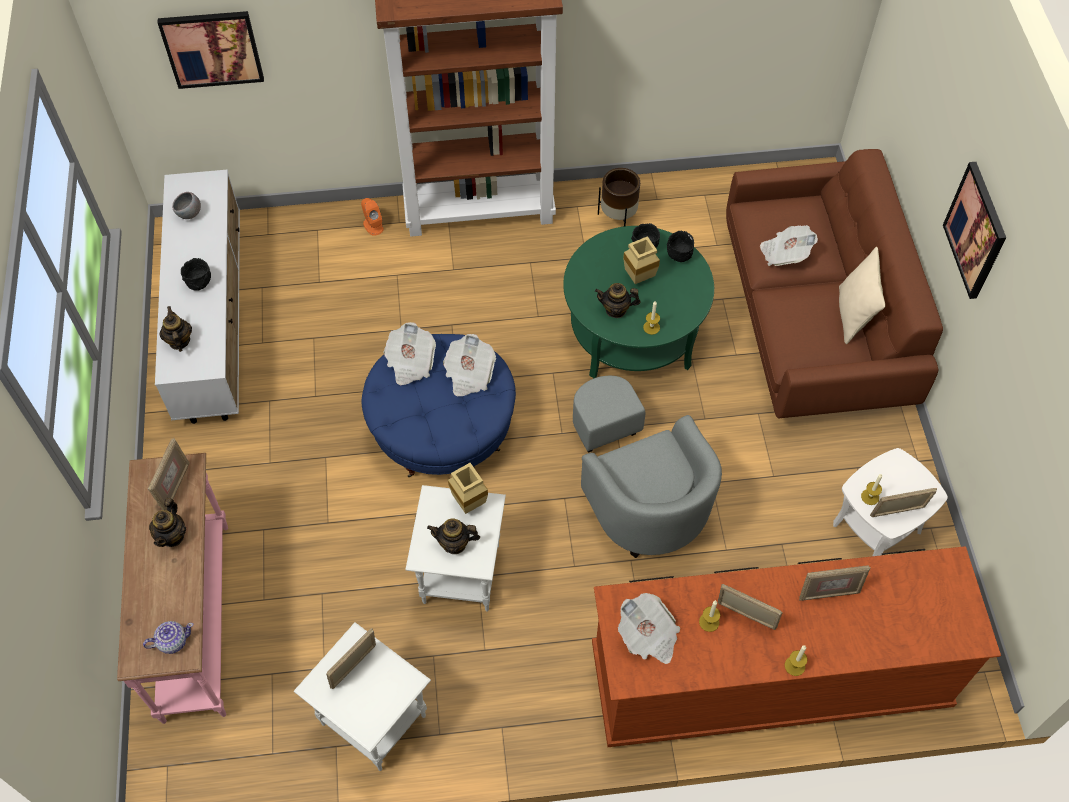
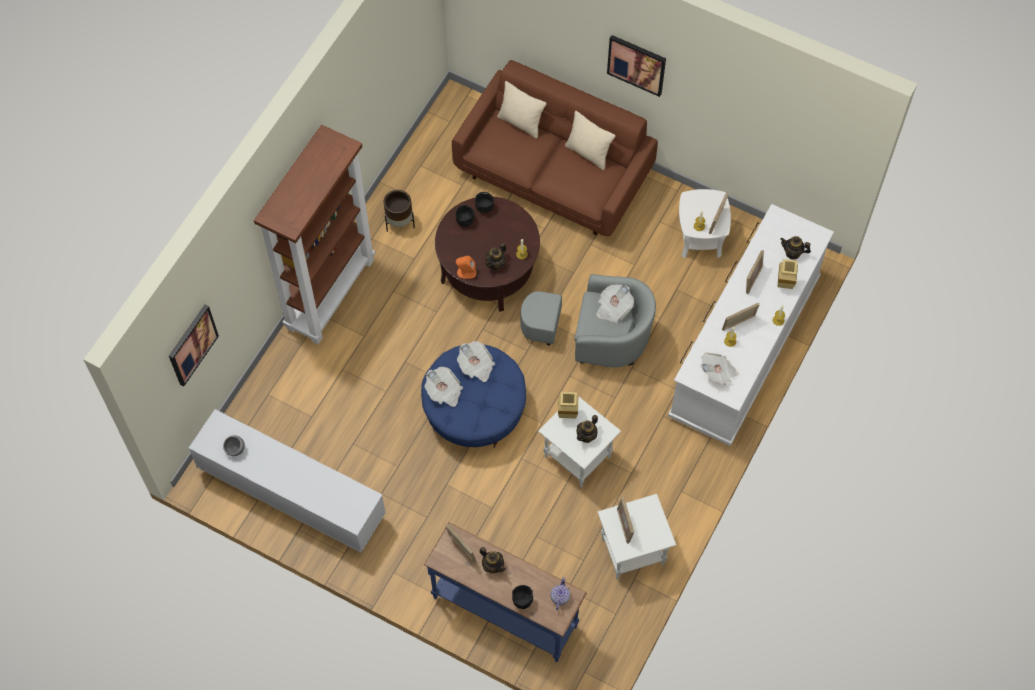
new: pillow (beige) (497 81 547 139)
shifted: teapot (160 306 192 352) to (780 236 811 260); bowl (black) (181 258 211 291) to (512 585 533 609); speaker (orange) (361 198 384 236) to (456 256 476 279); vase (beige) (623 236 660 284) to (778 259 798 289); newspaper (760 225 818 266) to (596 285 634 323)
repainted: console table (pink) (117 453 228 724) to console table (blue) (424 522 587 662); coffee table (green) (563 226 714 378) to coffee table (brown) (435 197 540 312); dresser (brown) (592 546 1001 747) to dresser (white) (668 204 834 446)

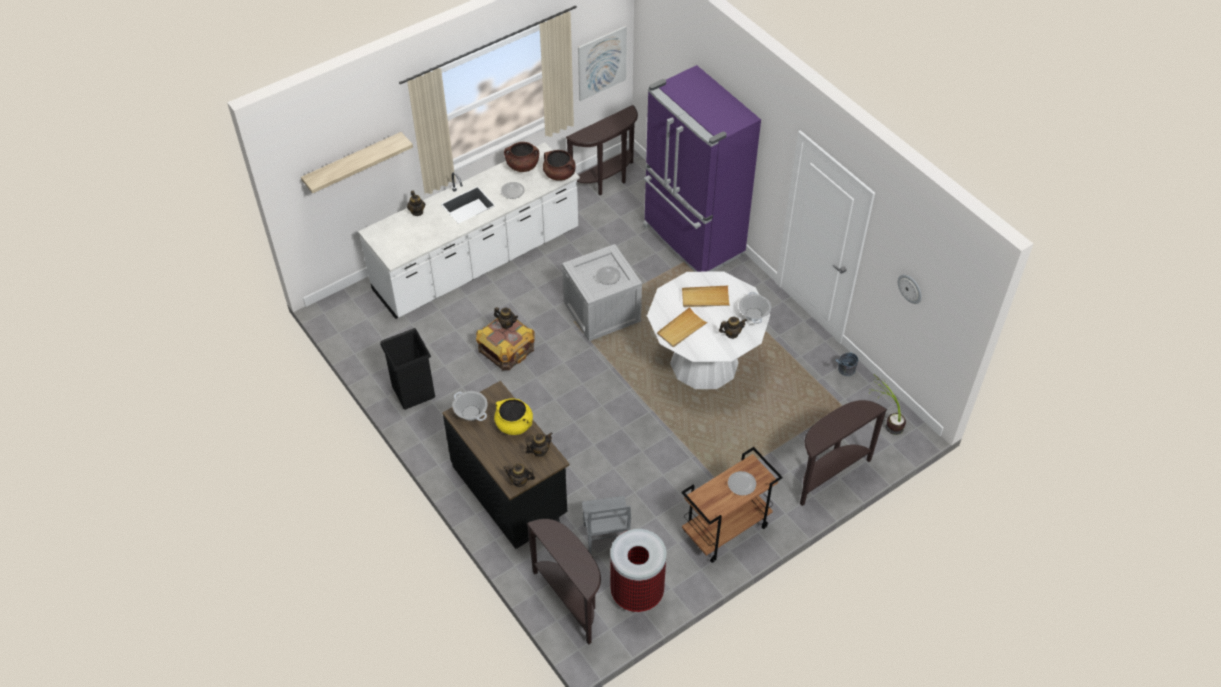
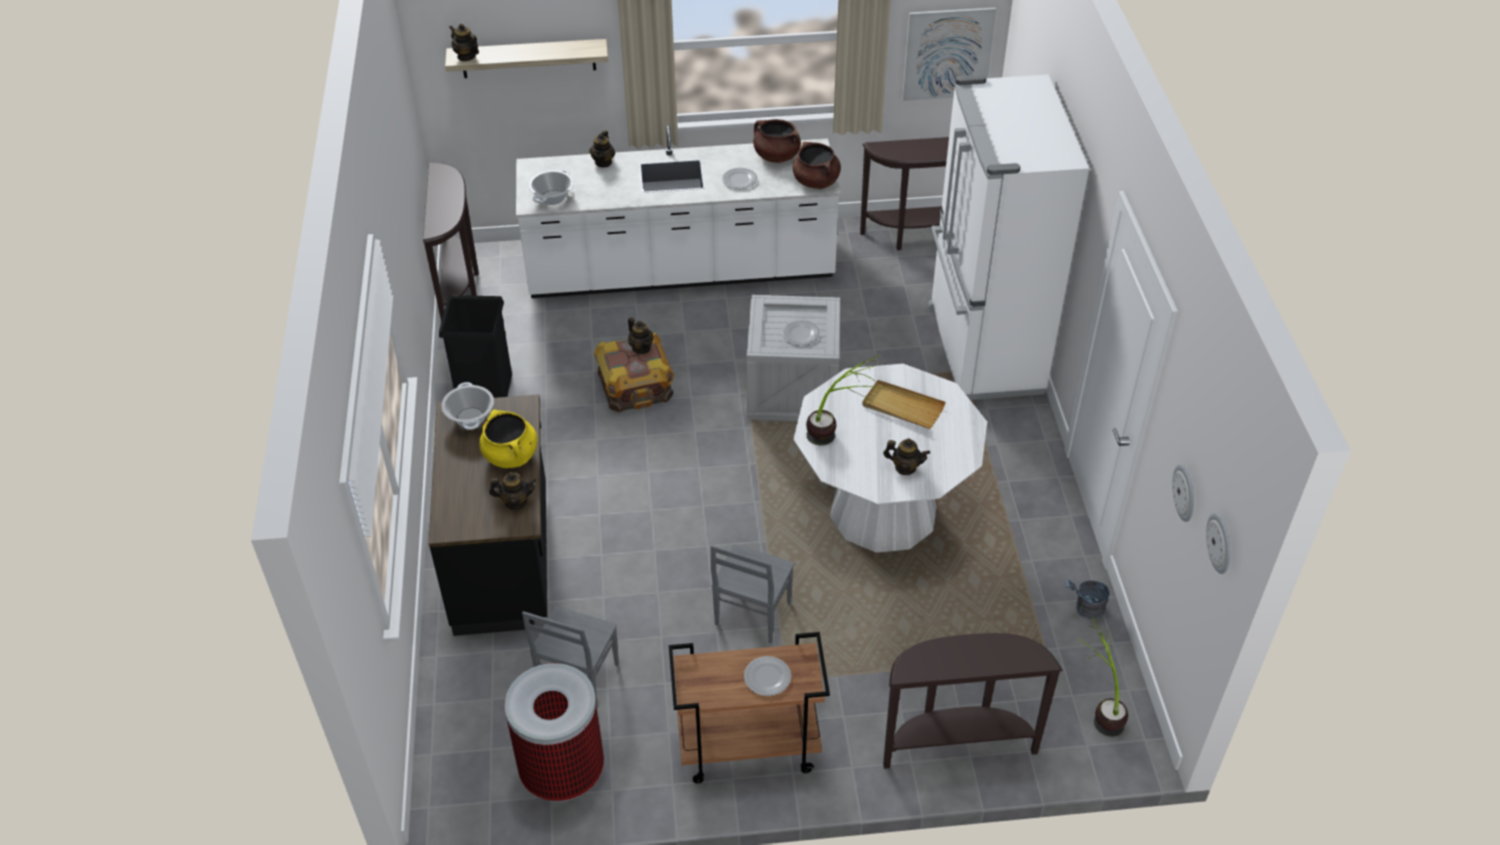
new: chair (grey) (710 544 794 643); wall clock (1206 513 1231 574)
shifted: teapot (503 464 535 487) to (449 24 479 61); console table (brown) (526 519 601 645) to (423 162 479 322); cooking pot (739 292 771 324) to (529 169 574 205)
swapped: tray (beige) (657 307 708 347) to potted plant (806 354 884 445)
repainted: fridge (purple) (643 65 761 272) to fridge (white) (928 74 1089 400)

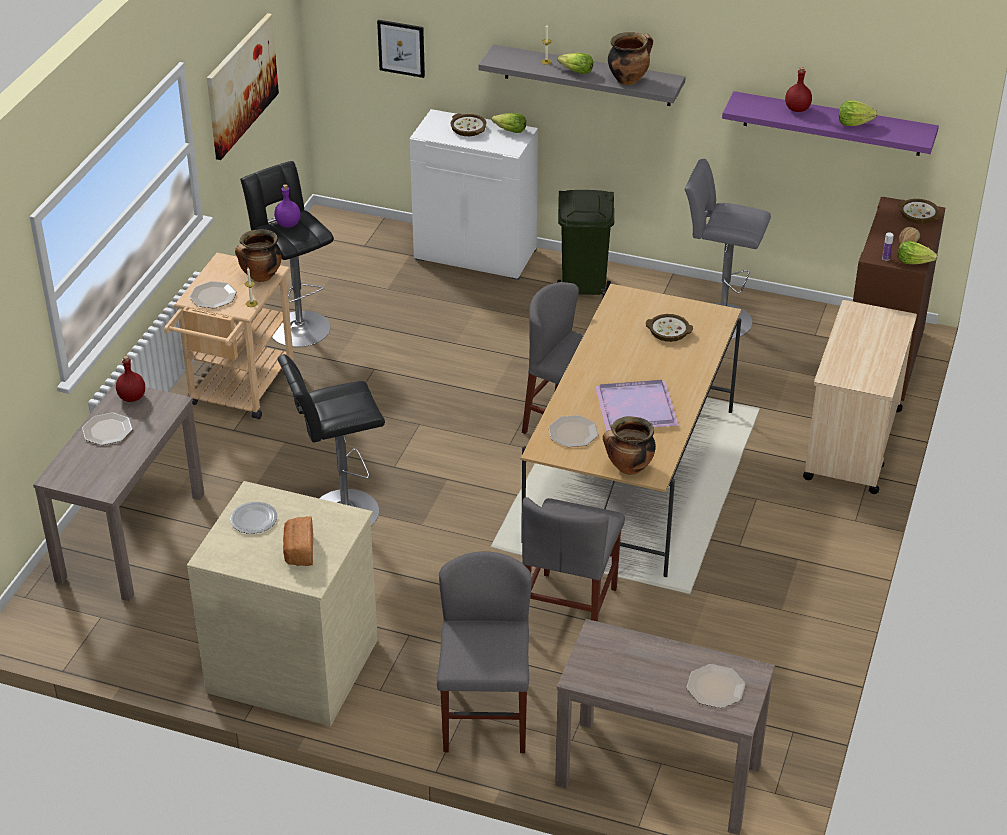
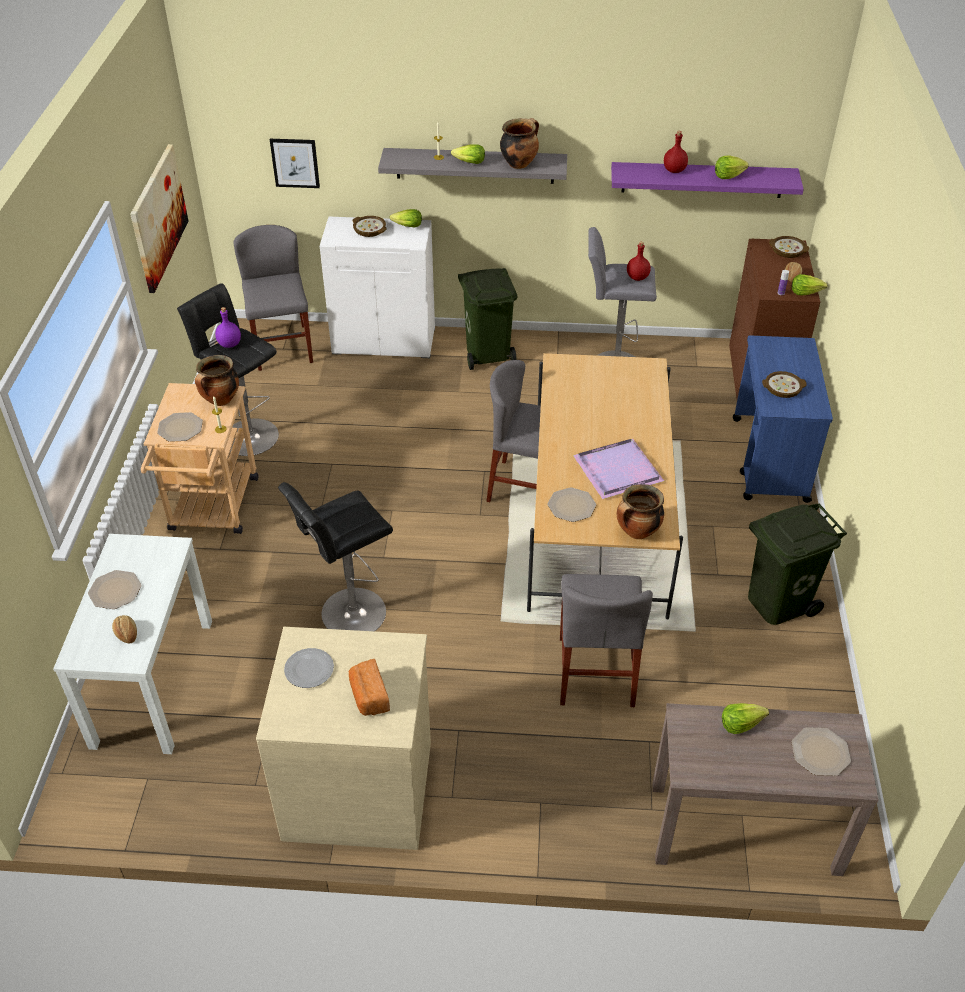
new: bread (112 615 137 643); lettuce (722 703 769 734); trash can (green) (748 504 847 625)
shifted: bottle (red) (116 356 145 402) to (627 242 651 281); chair (grey) (437 552 532 753) to (233 225 313 371); bowl (646 314 693 342) to (762 371 806 398)
repainted: console table (brown) (33 383 204 602) to console table (white) (53 534 212 754); cart (beige) (803 300 917 494) to cart (blue) (733 335 833 503)

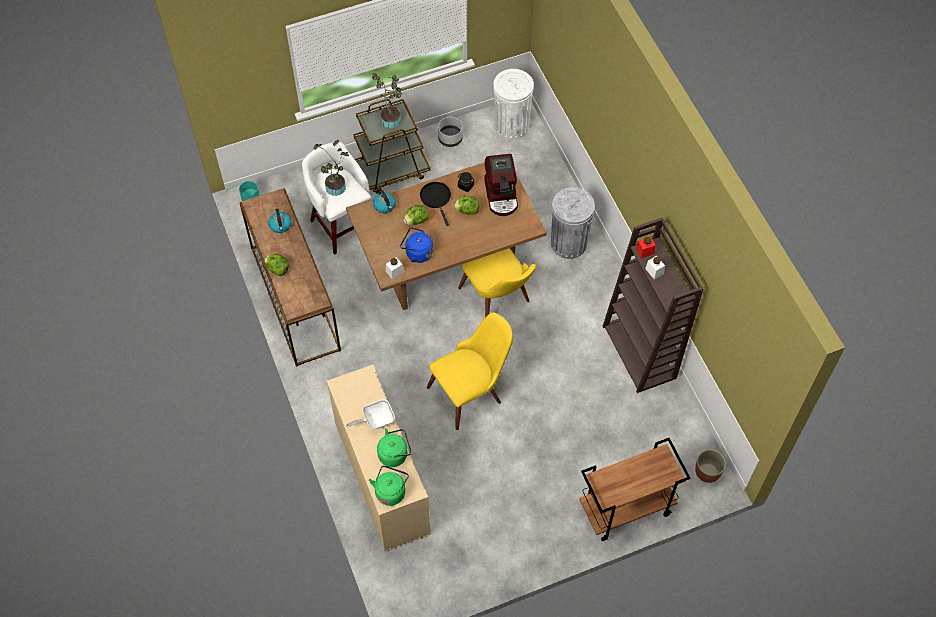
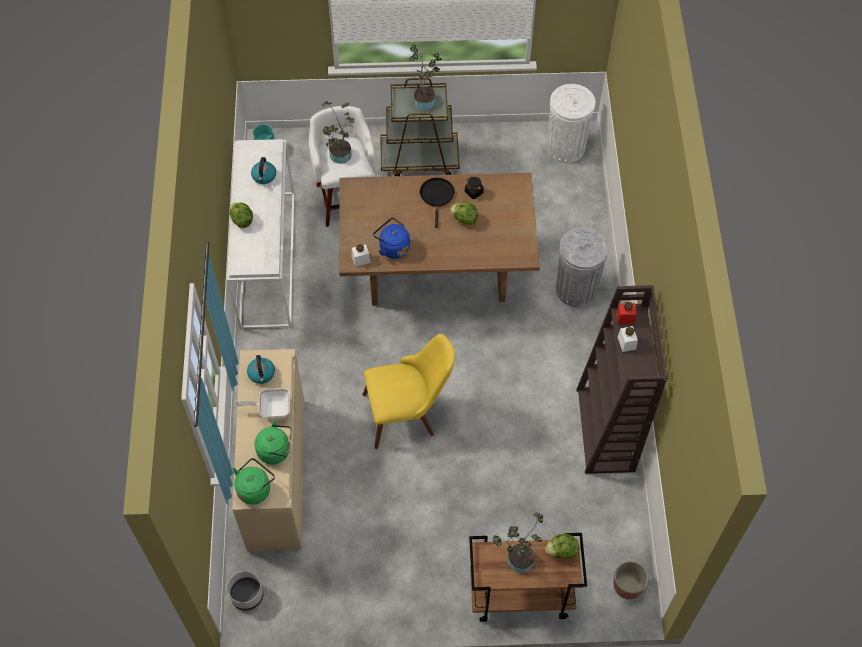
gone: chair (yellow) (458 248 536 317); coffee machine (485 154 518 216)
new: potted plant (493 512 543 573)
shifted: kettle (373 189 396 213) to (247 355 275 384); lettuce (404 205 429 225) to (545 534 579 559); planter (grey) (438 117 463 147) to (227 571 263 610)
repainted: console table (brown) (240 188 341 367) to console table (white) (227 139 295 329)

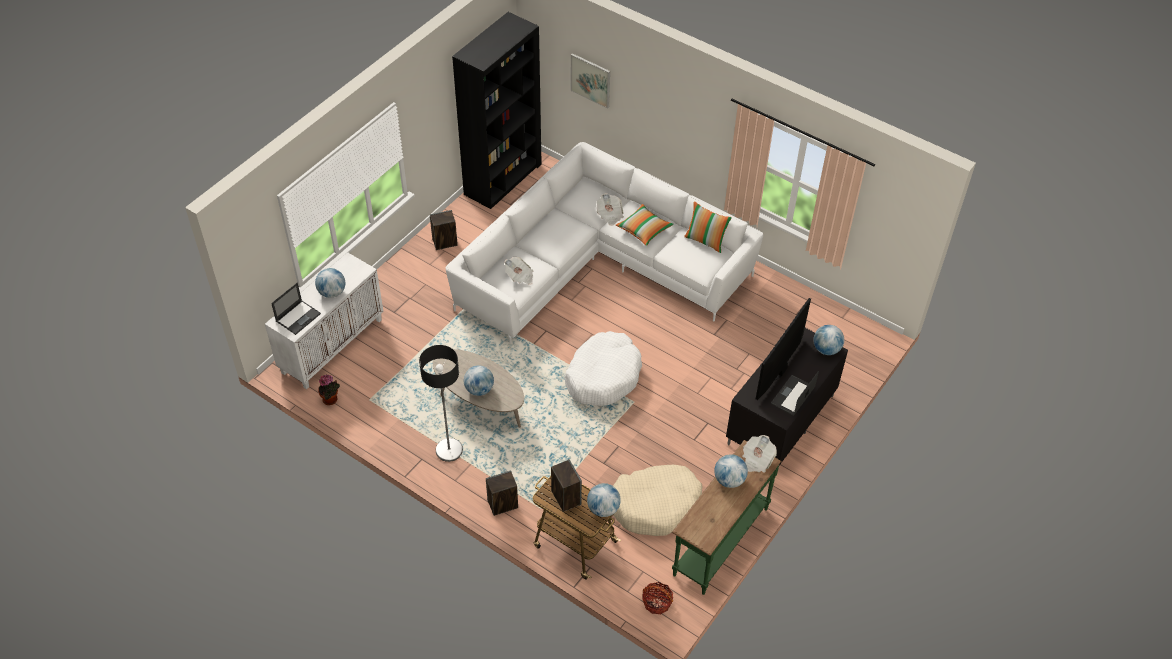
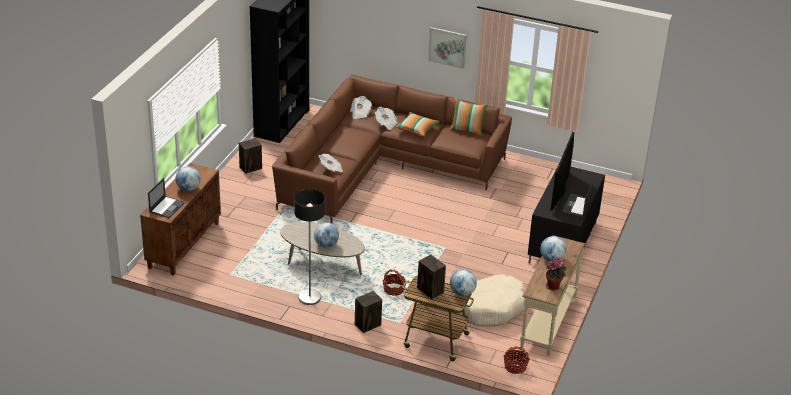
gone: dog bed (white) (565 331 642 406); globe (813 325 844 355)
new: basket (383 269 406 296)
shifted: potted plant (318 375 340 405) to (546 258 567 291); picture (571 53 610 109) to (428 27 467 69); newspaper (742 435 777 473) to (350 96 372 119)
repainted: cabinet (white) (265 252 384 389) to cabinet (brown) (140 163 221 276); sofa (white) (446 142 763 344) to sofa (brown) (272 75 512 224); console table (green) (672 440 781 595) to console table (beige) (520 235 585 357)

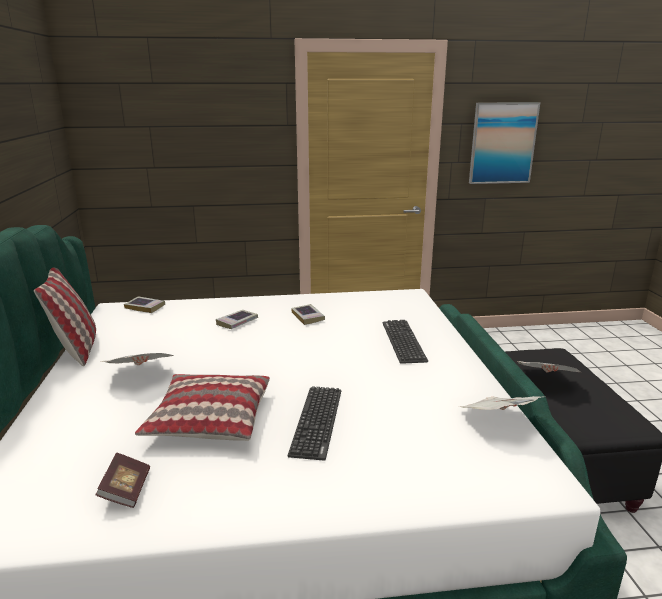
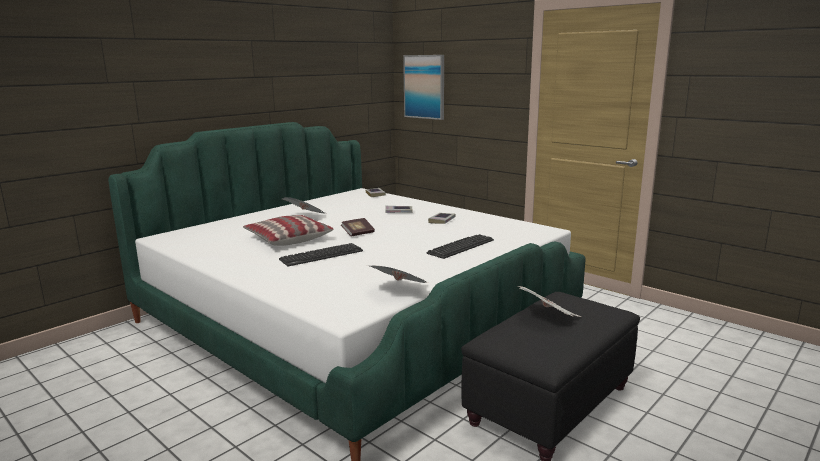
gone: pillow (34 268 96 366)
shifted: book (96 452 150 508) to (341 218 375 236); picture (469 102 540 184) to (403 55 444 120)

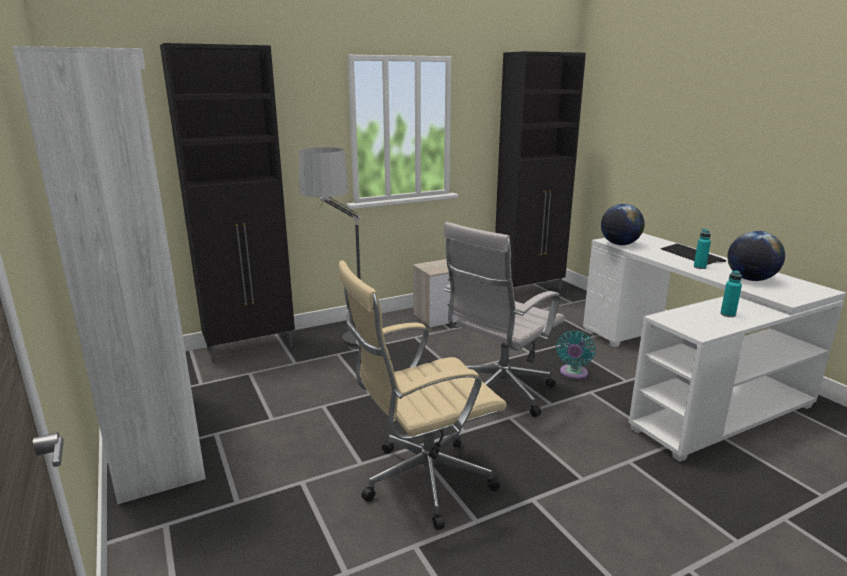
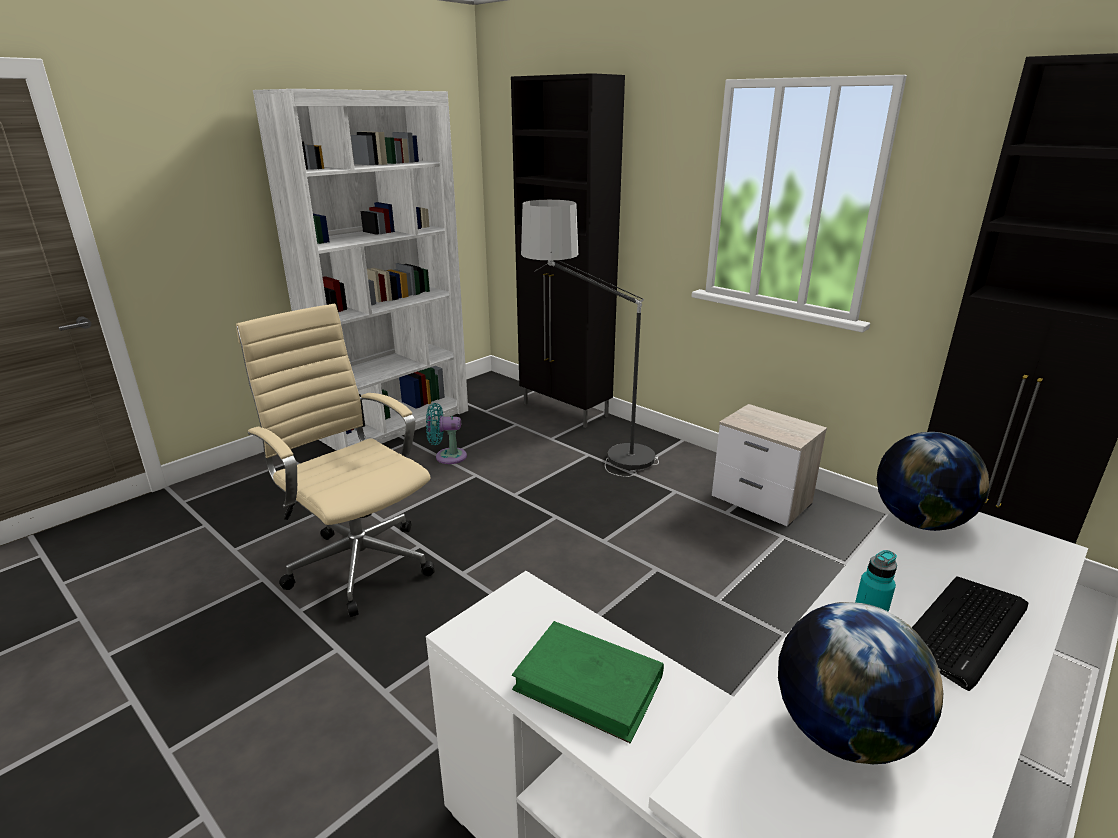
gone: office chair (white) (443 222 565 417)
shifted: fan (turquoise) (556 331 595 379) to (426 403 467 464)
swapped: bottle (turquoise) (720 270 742 317) to book (green) (512 621 664 743)

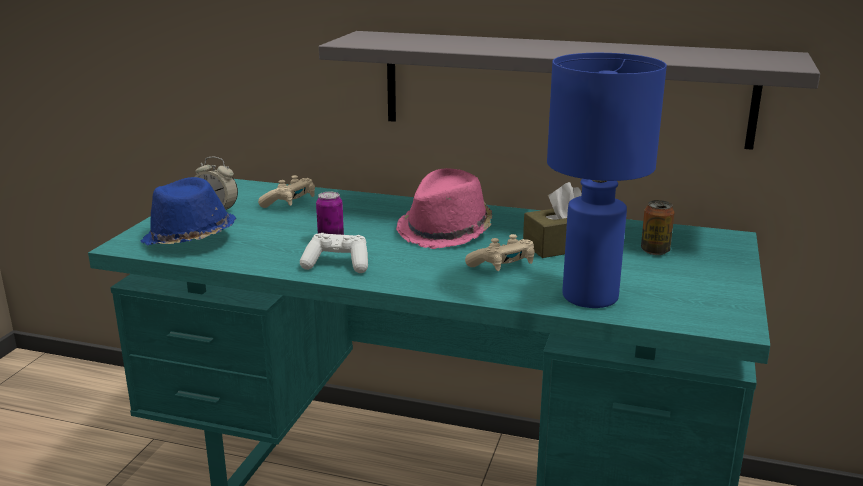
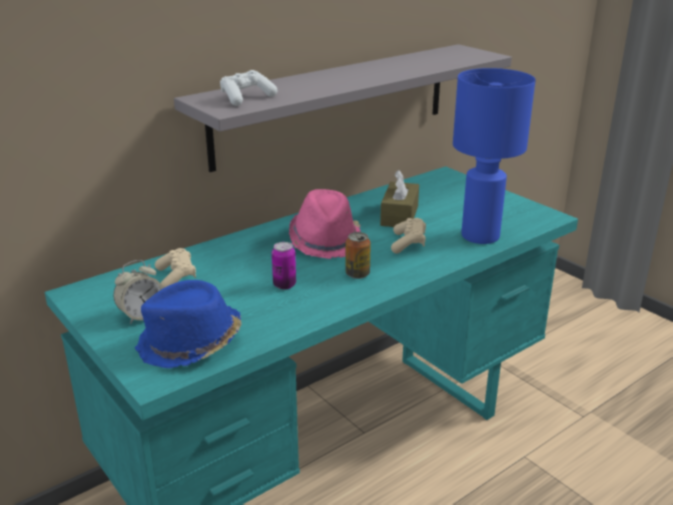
shifted: game controller (white) (300 233 368 273) to (220 70 278 106); can (641 200 675 255) to (346 232 371 279)

